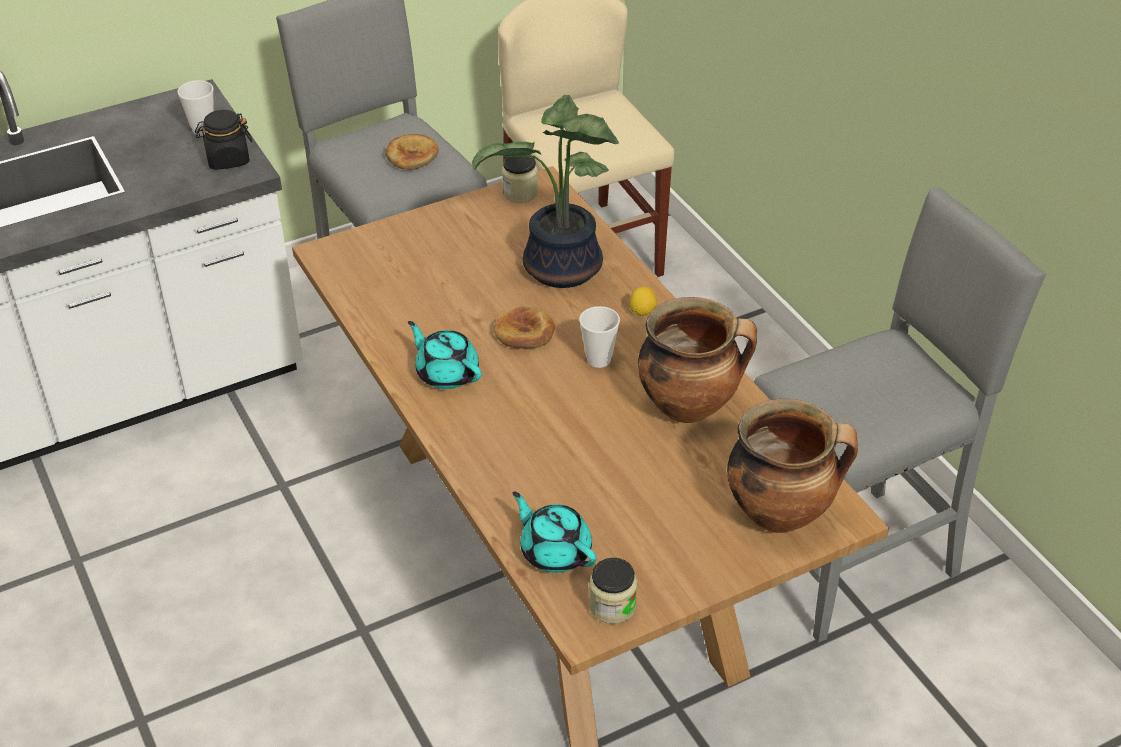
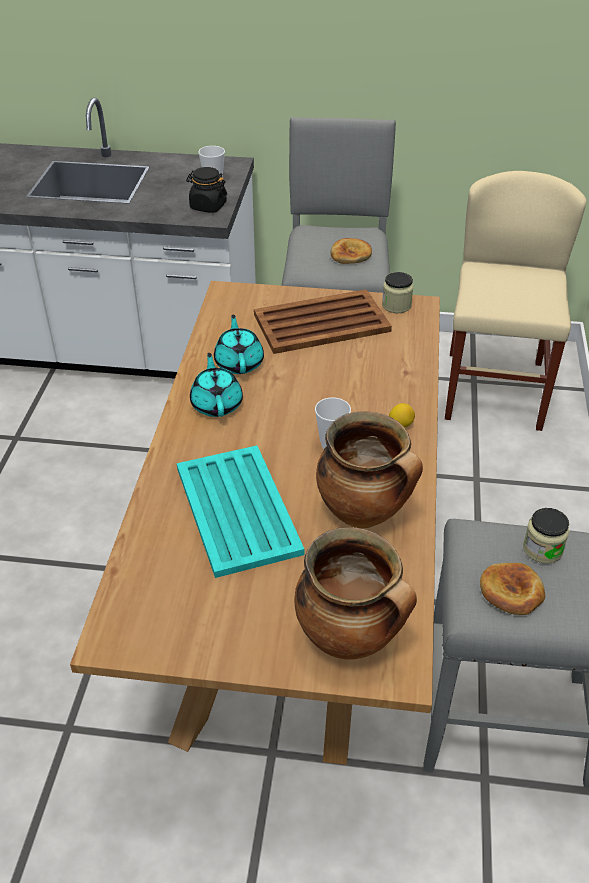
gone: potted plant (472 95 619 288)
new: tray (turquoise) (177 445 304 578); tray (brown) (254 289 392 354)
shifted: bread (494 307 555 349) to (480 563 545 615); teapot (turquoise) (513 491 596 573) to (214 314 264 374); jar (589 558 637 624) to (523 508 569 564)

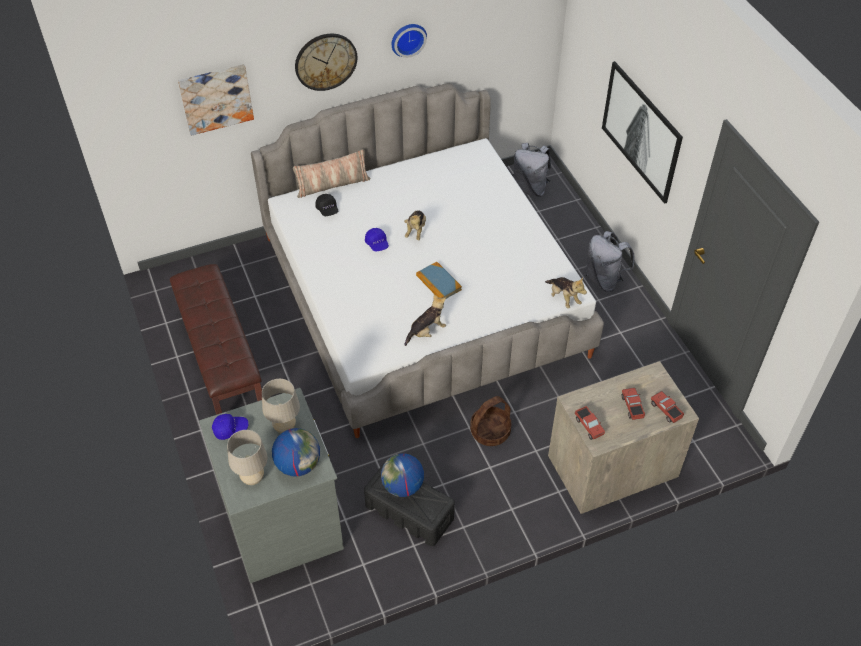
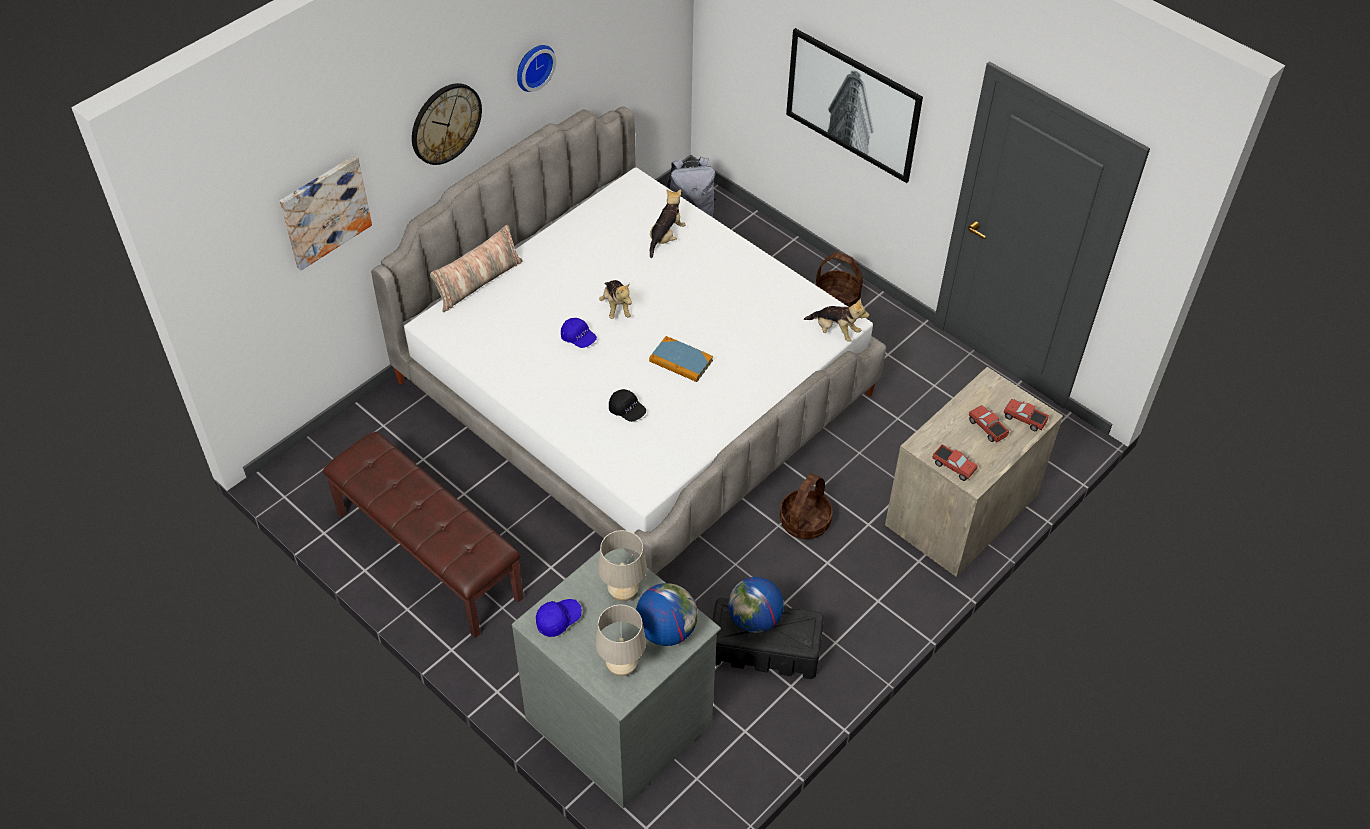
shifted: cap (black) (315 194 338 216) to (609 389 646 422); plush toy (404 294 446 346) to (650 189 686 258)
swapped: backpack (grey) (585 231 635 292) to basket (816 252 863 307)

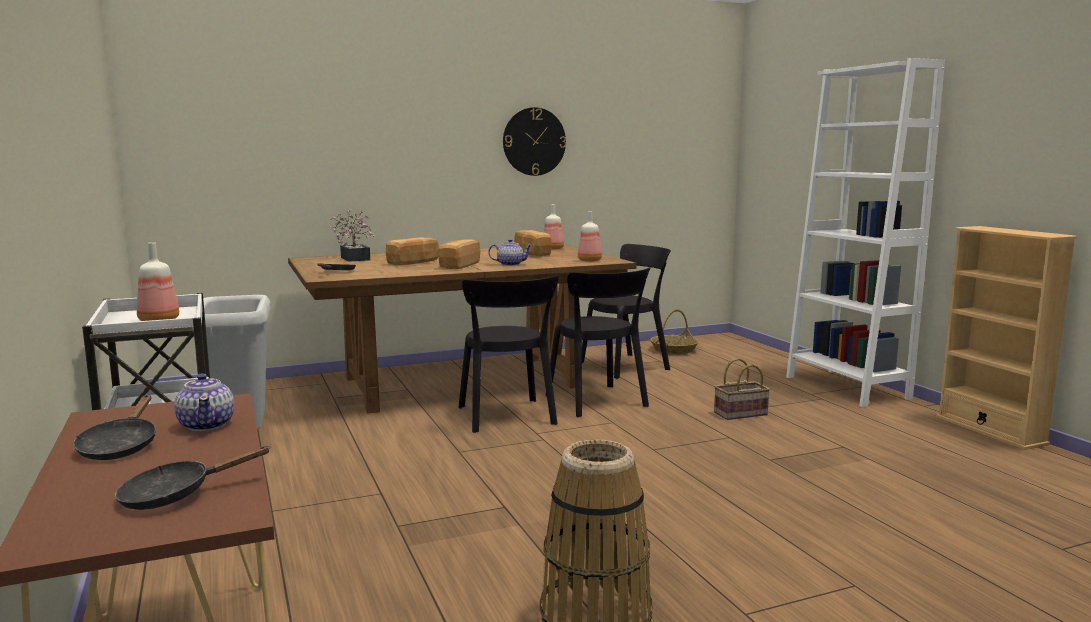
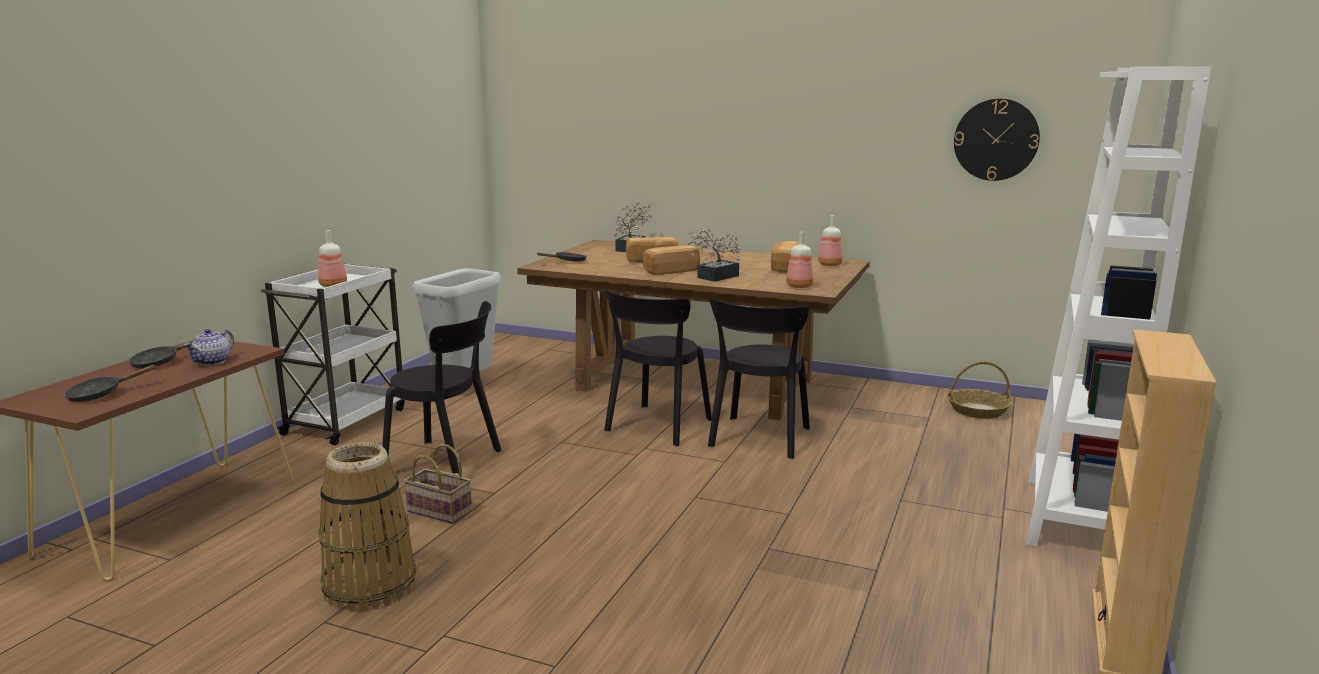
shifted: wall clock (503 107 566 176) to (954 98 1040 181); chair (black) (582 244 671 379) to (382 301 502 474); basket (714 358 770 420) to (404 444 472 524)
swapped: teapot (488 239 532 266) to potted plant (687 228 740 282)
rotated: frying pan (black) (115 446 271 510) = (64 365 156 402) 60 degrees counterclockwise

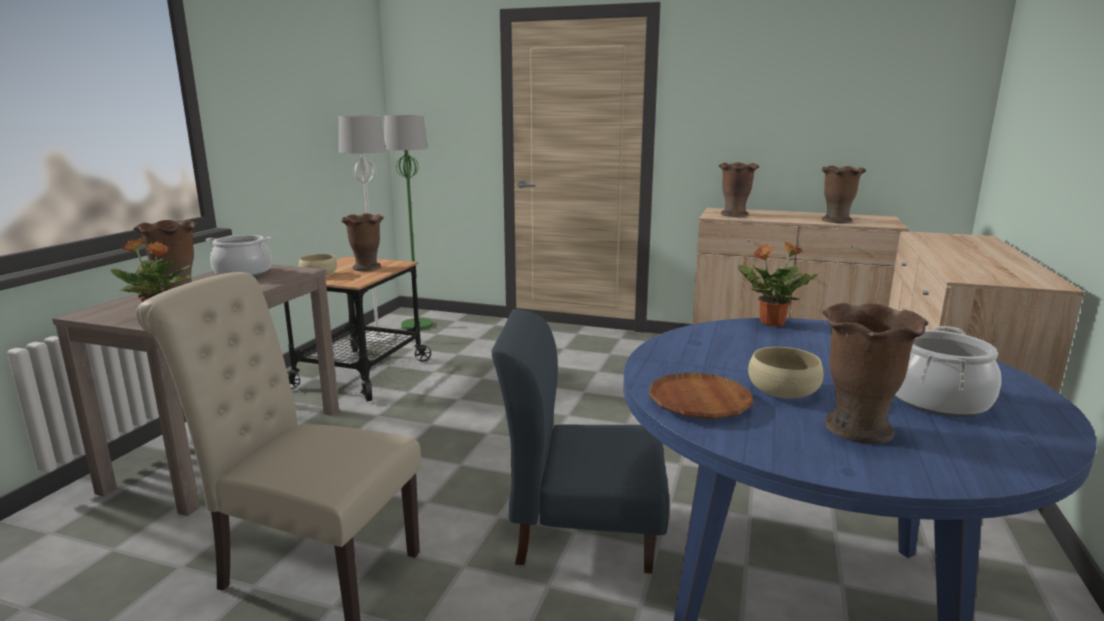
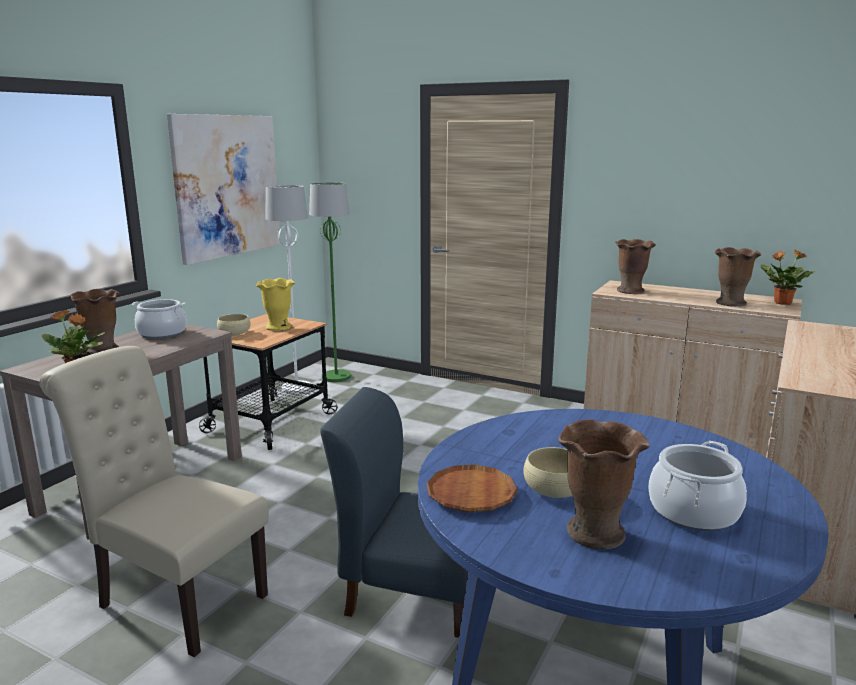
new: picture (167 114 281 265)
shifted: potted plant (738 242 818 327) to (761 250 816 305)
repainted: vase (brown) (341 213 384 271) to vase (yellow) (256 278 295 331)

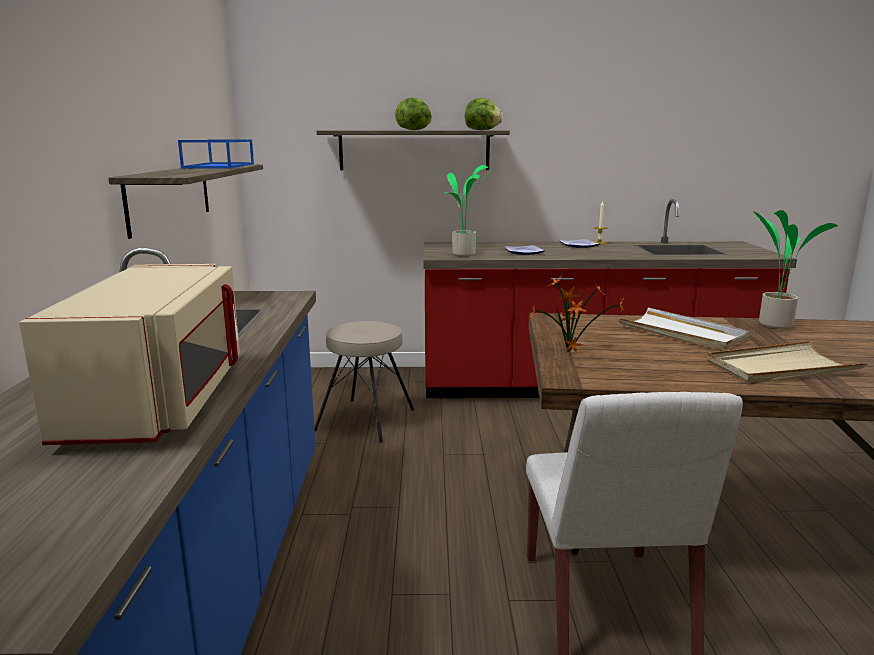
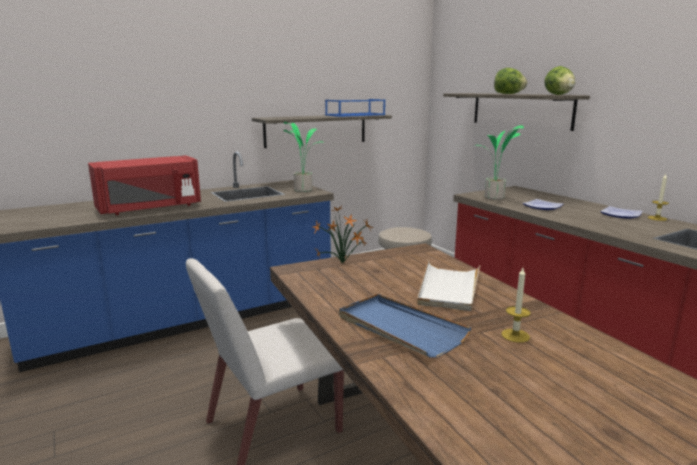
new: candle (501 268 531 343)
shifted: potted plant (753 210 838 329) to (283 122 325 192)
repainted: microwave (beige) (19 264 240 445) to microwave (red) (88 155 201 215); tray (beige) (707 341 868 384) to tray (blue) (339 294 471 358)

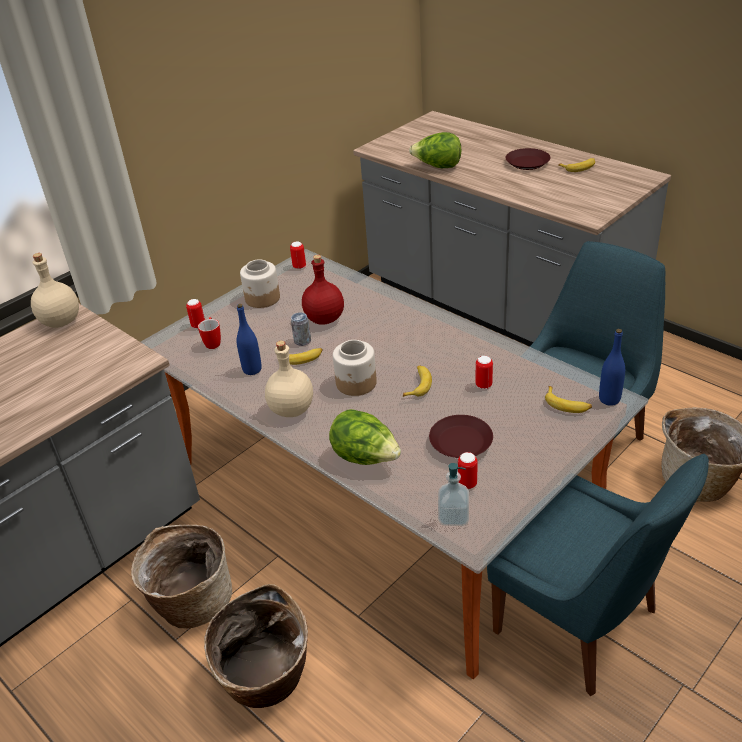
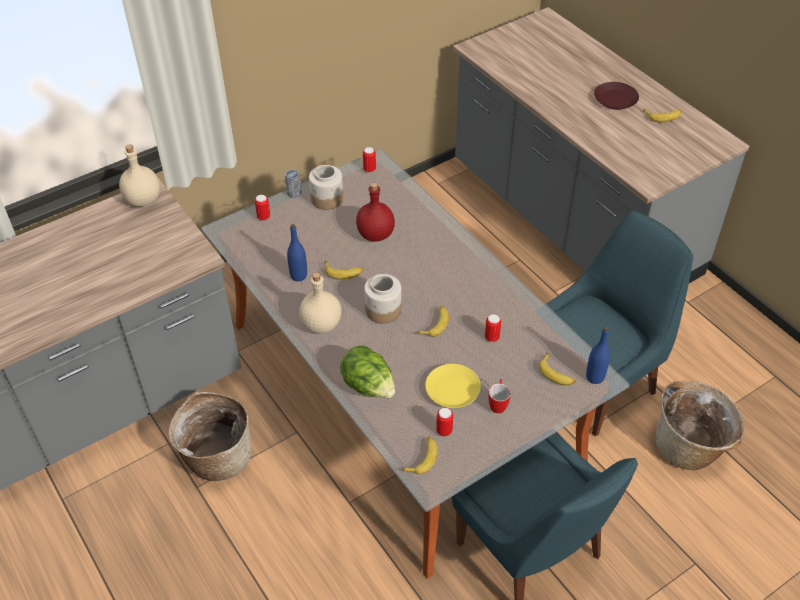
gone: basket (204 584 308 708); lettuce (409 132 461 168)
shifted: mug (198 317 221 349) to (488 379 511 413); can (291 312 311 346) to (285 170 302 198)
swapped: soap dispenser (438 463 469 526) to banana (403 436 438 474)
repainted: plate (brown) (429 415 493 458) to plate (yellow) (425 364 481 408)

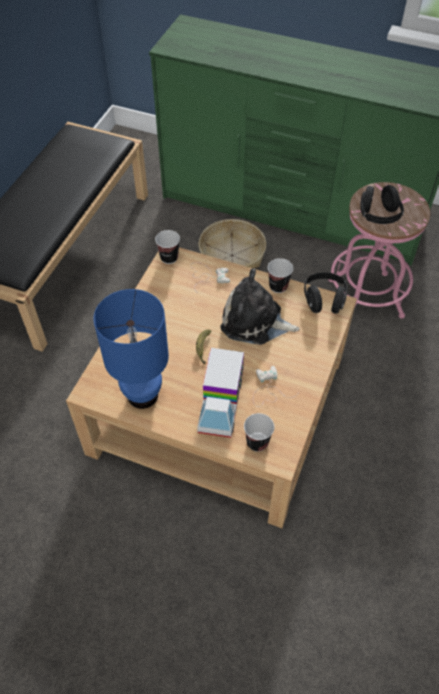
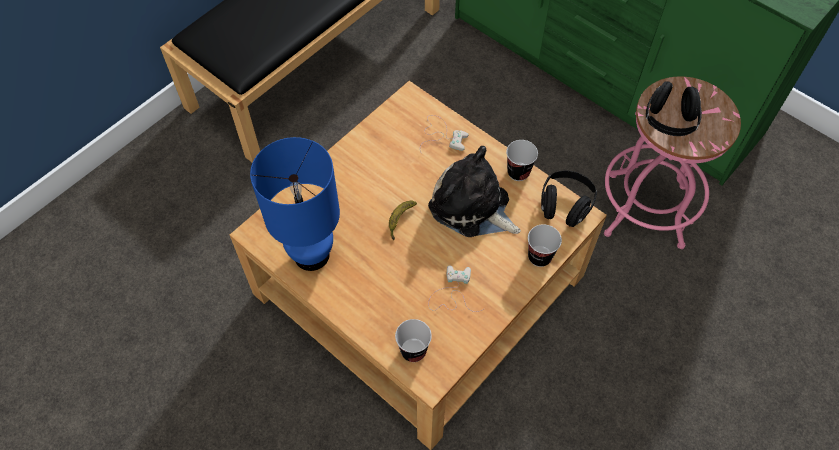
gone: toy truck (197 348 244 438); basket (199 219 266 269)
shifted: cup (155 230 180 264) to (528 224 562 267)

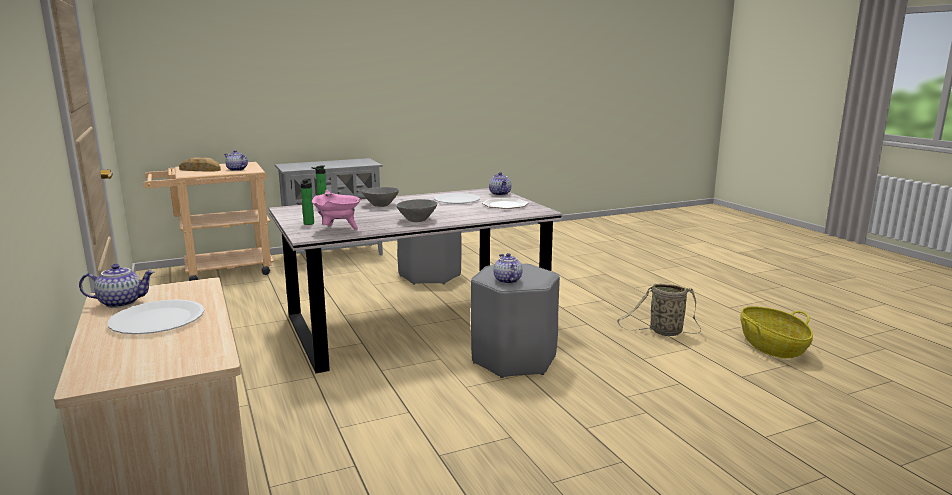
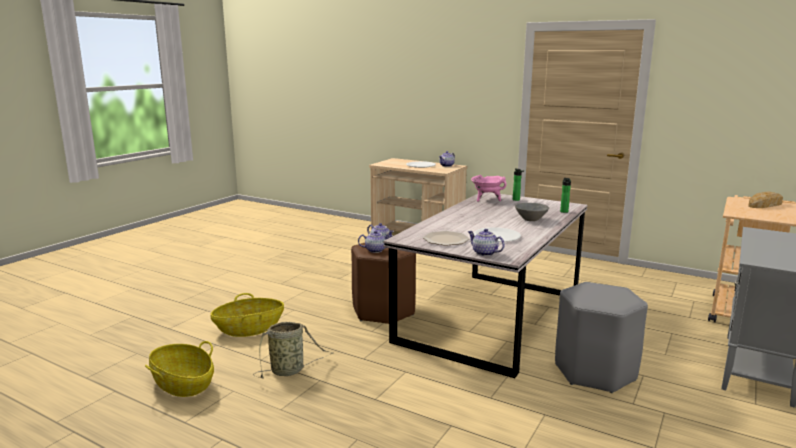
gone: bowl (grey) (396 199 437 222)
new: basket (211 293 284 337)
shifted: teapot (224 150 248 171) to (358 231 393 253)
repainted: stool (grey) (471 264 560 378) to stool (brown) (351 243 416 324)

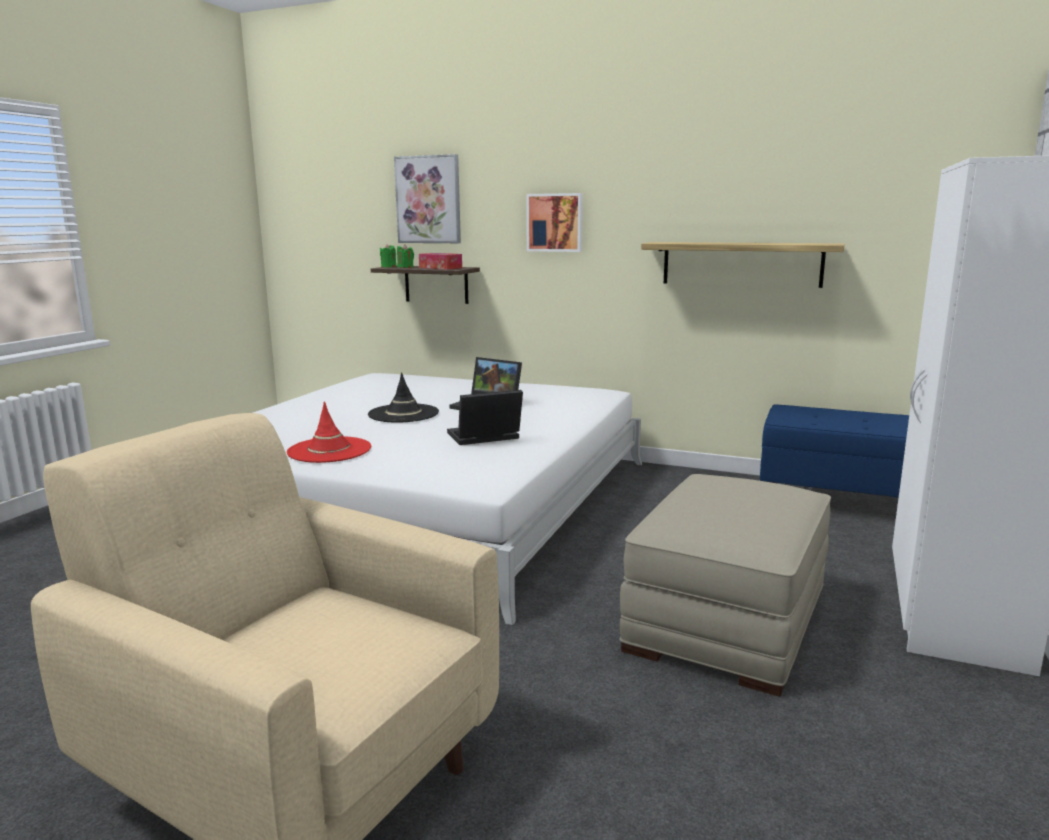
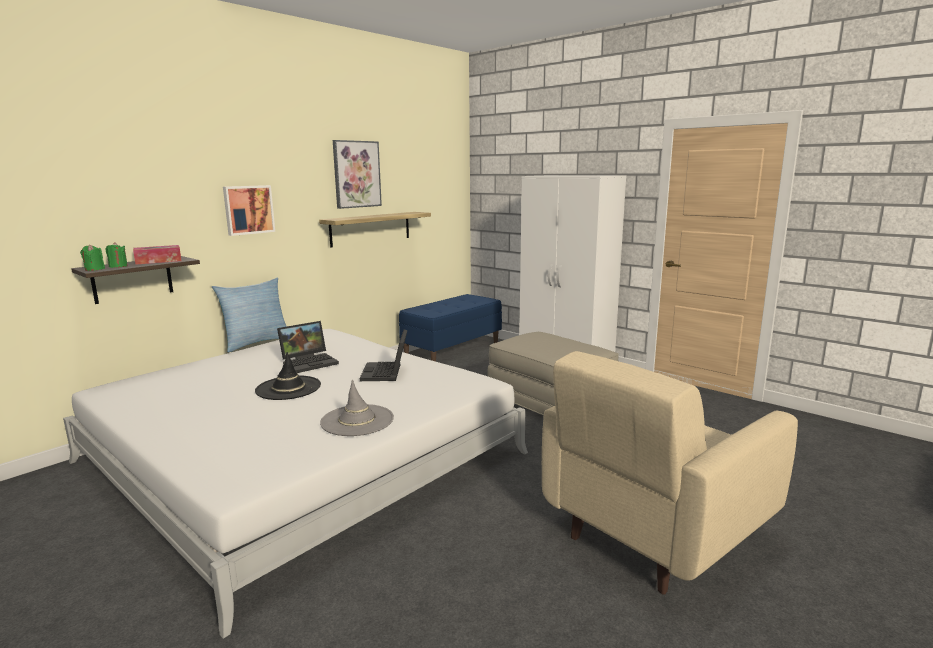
new: pillow (212 277 287 353)
shifted: picture (394 154 461 243) to (333 140 382 209)
repainted: hat (red) (287 402 371 463) to hat (grey) (320 380 394 436)

